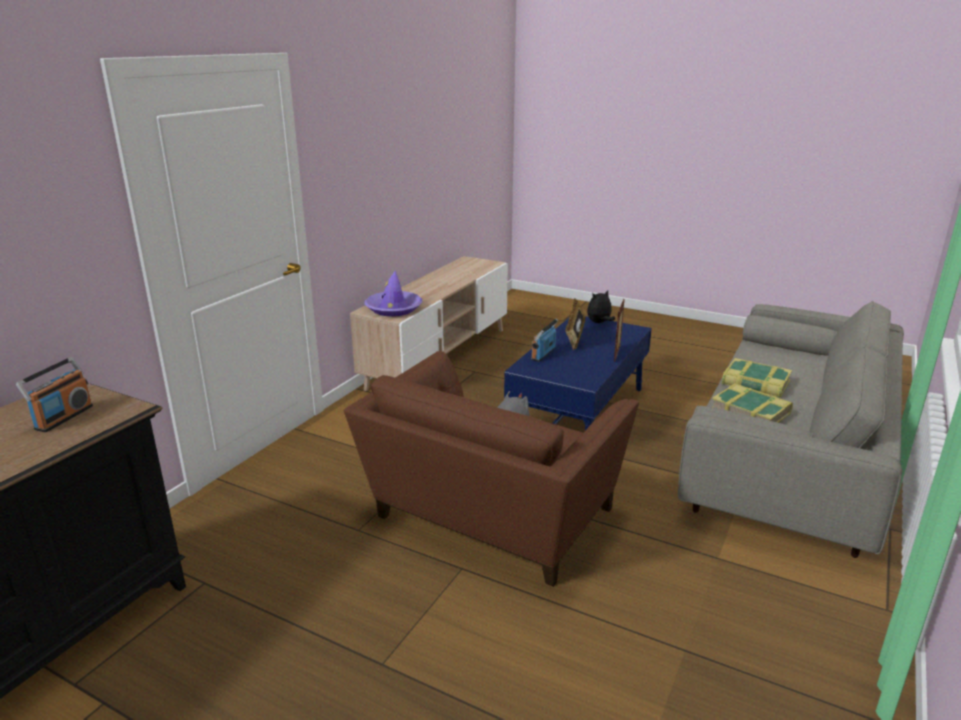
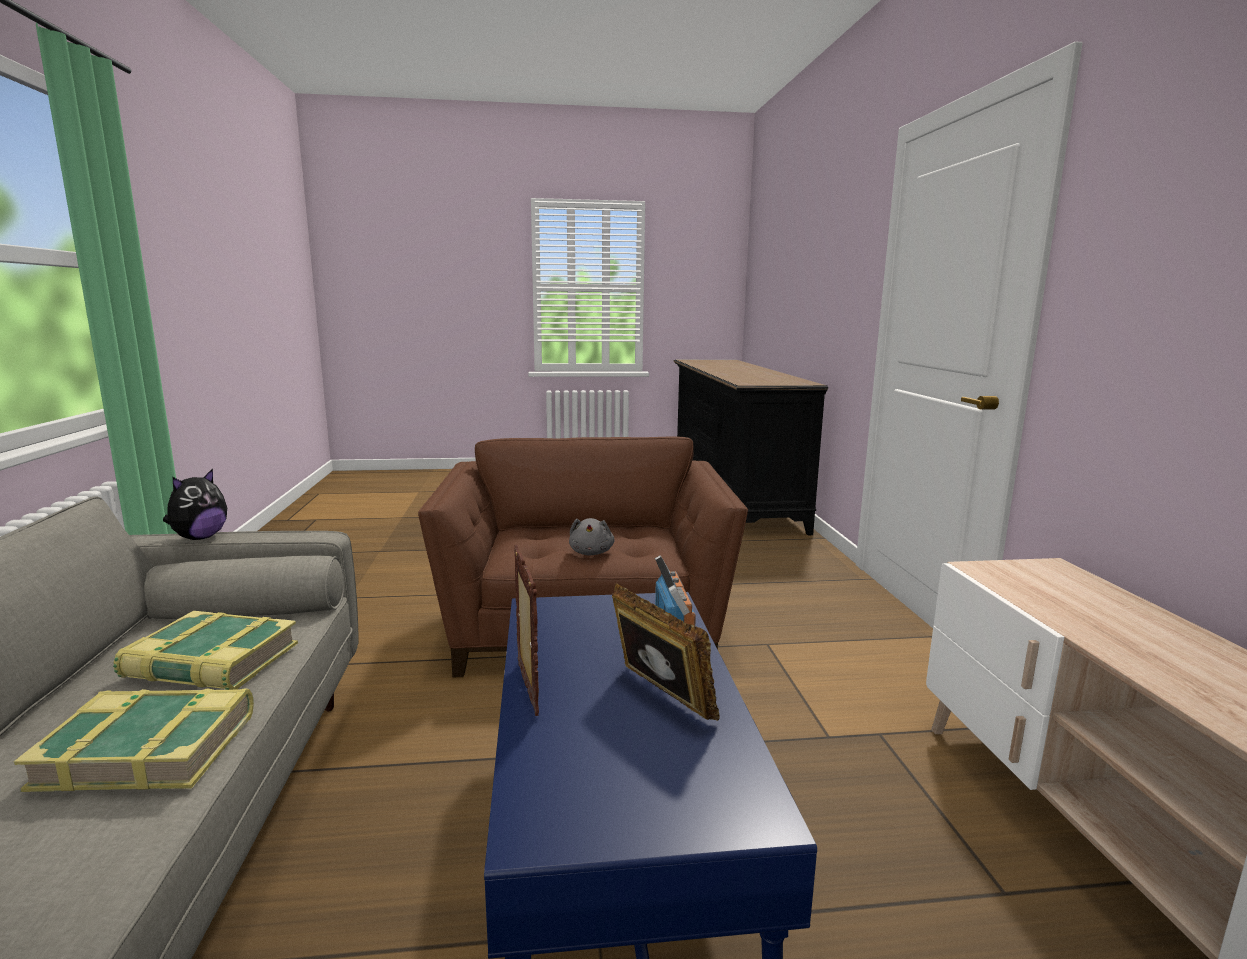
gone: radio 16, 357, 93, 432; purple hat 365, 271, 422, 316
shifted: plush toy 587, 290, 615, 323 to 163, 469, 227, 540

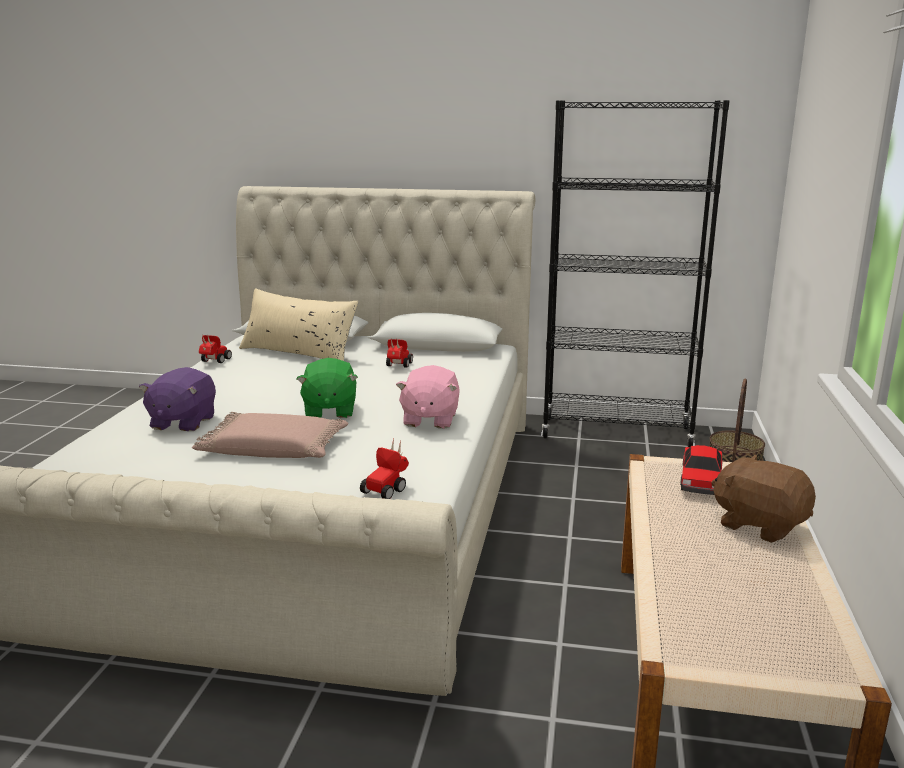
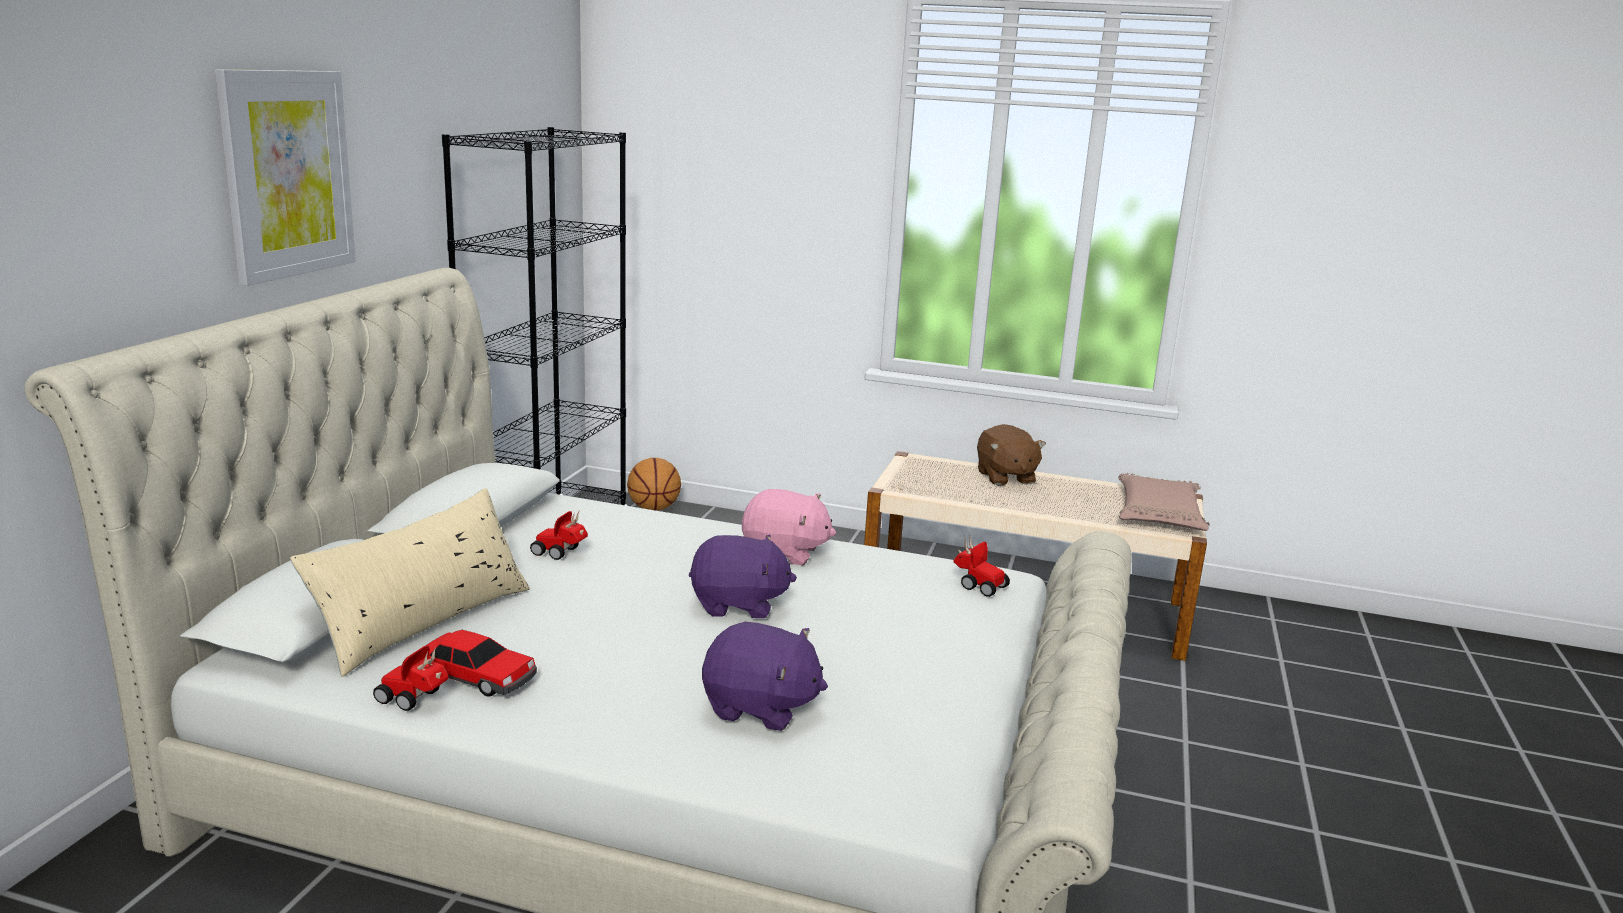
new: picture 215, 69, 356, 286
shifted: beige pillow 192, 412, 349, 458 to 1119, 473, 1210, 531; toy car 680, 445, 722, 495 to 425, 630, 537, 696
swapped: basket 709, 378, 765, 462 to basketball 627, 458, 681, 511
repainted: green plush toy 296, 358, 358, 418 to purple plush toy 689, 535, 797, 618
rotated: brown plush toy 712, 454, 816, 543 = 977, 424, 1046, 485 60 degrees counterclockwise

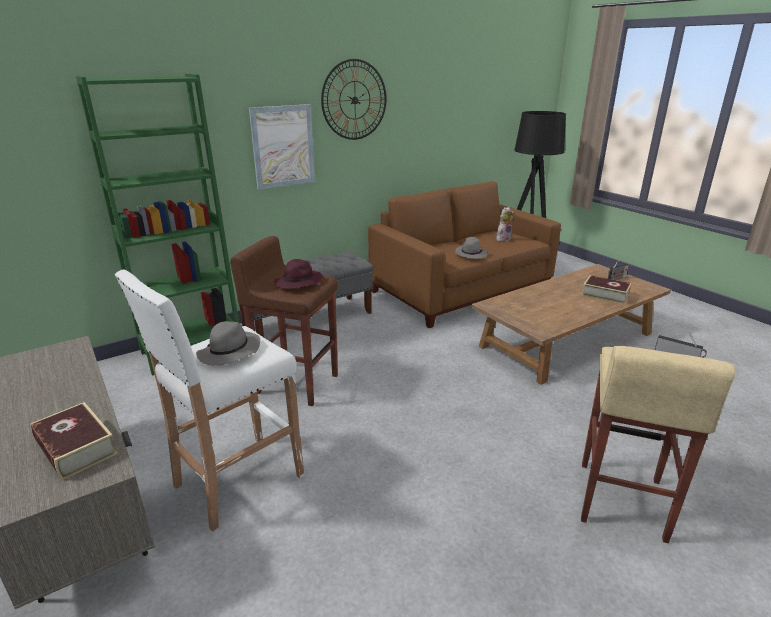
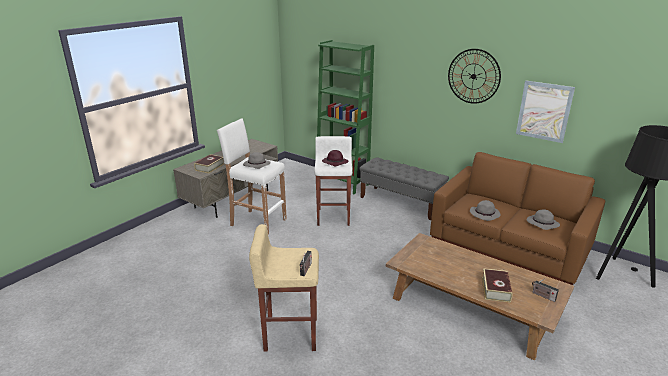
shifted: picture 249, 104, 315, 190 to 516, 81, 575, 143
swapped: plush toy 496, 207, 515, 242 to grey hat 527, 209, 560, 230
repainted: brown stool 230, 236, 338, 406 to white stool 314, 136, 352, 226

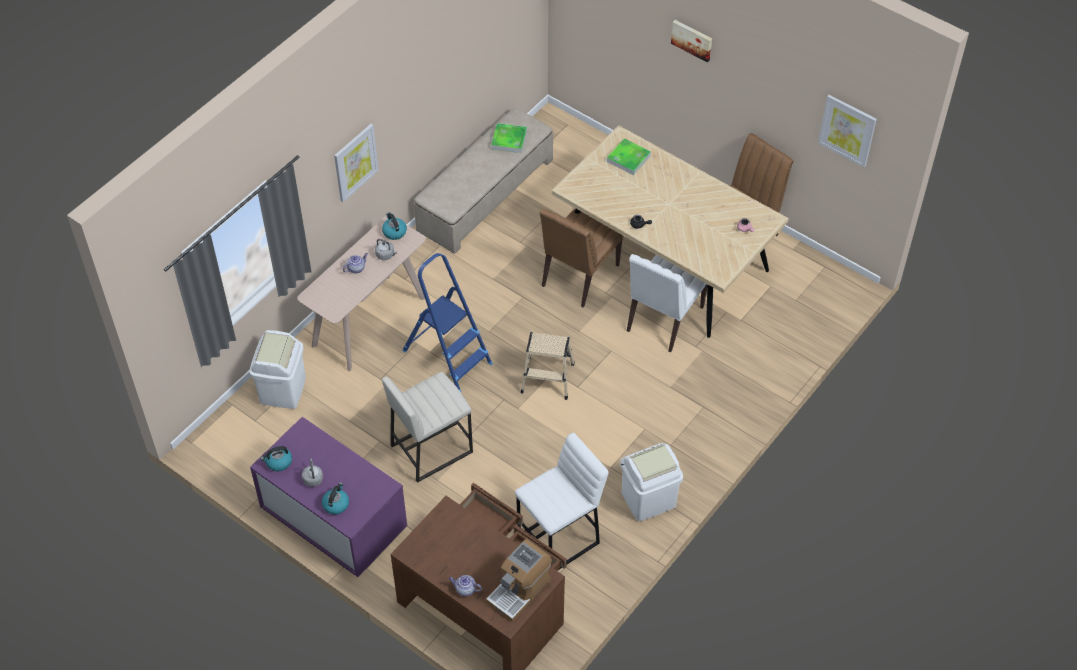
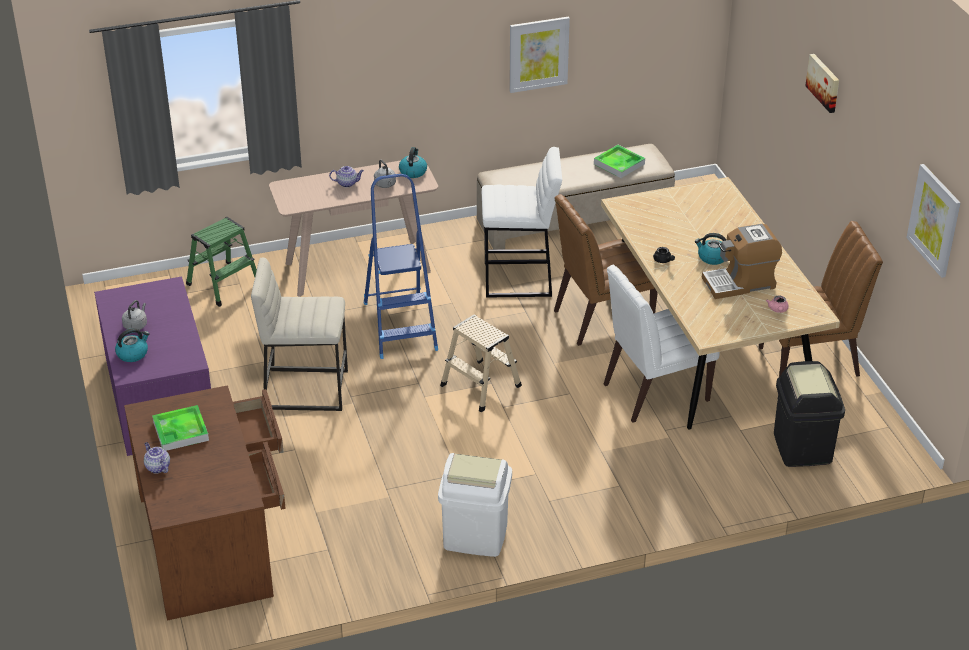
new: black trash can 774, 361, 845, 467
shifted: kettle 260, 446, 292, 471 to 695, 233, 726, 265; picture 334, 124, 379, 202 to 509, 17, 570, 93; coffee machine 486, 539, 552, 622 to 701, 224, 782, 299; white stool 515, 433, 609, 571 to 482, 147, 562, 298; tray 607, 139, 651, 175 to 152, 405, 209, 451
swapped: white trash can 249, 330, 306, 409 to green step ladder 186, 217, 257, 307

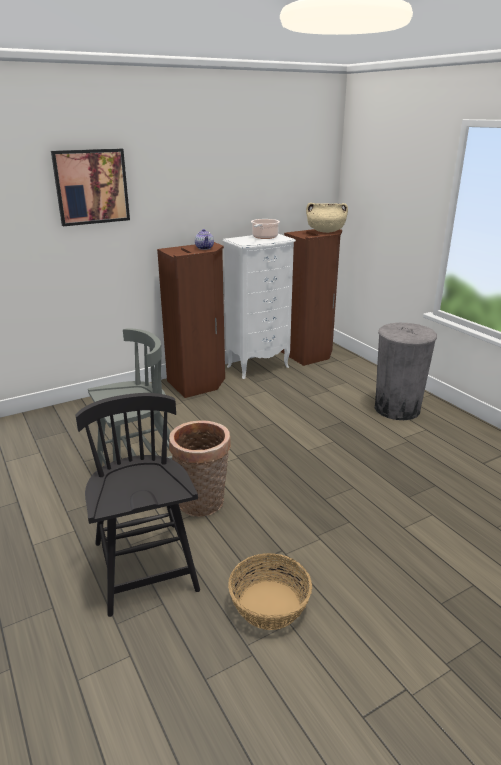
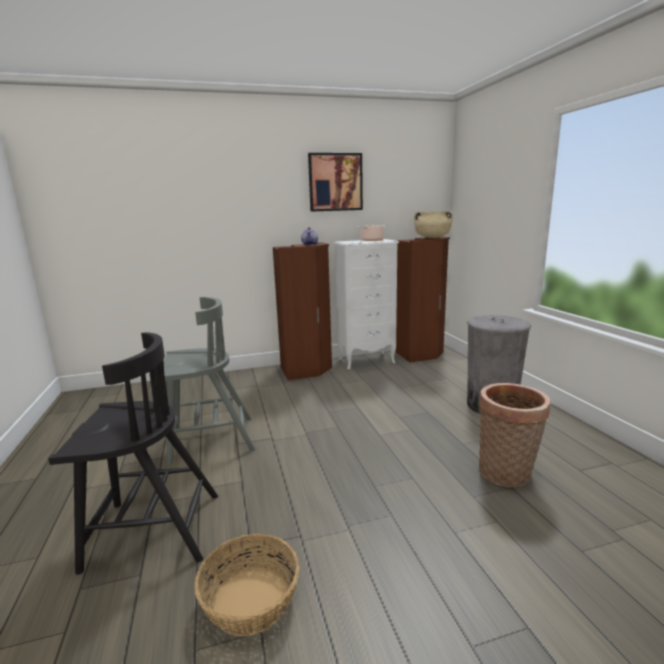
shifted: picture 51, 148, 130, 226 to 308, 153, 363, 212; basket 169, 420, 231, 517 to 479, 383, 551, 487
rotated: black chair 75, 393, 200, 617 = 48, 332, 218, 575 90 degrees clockwise

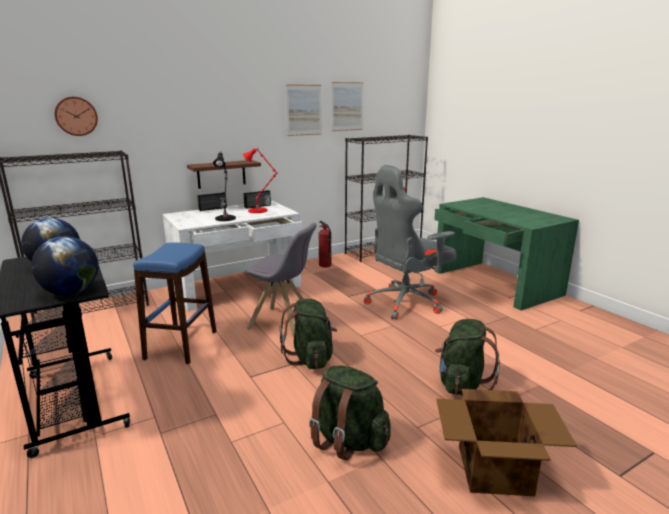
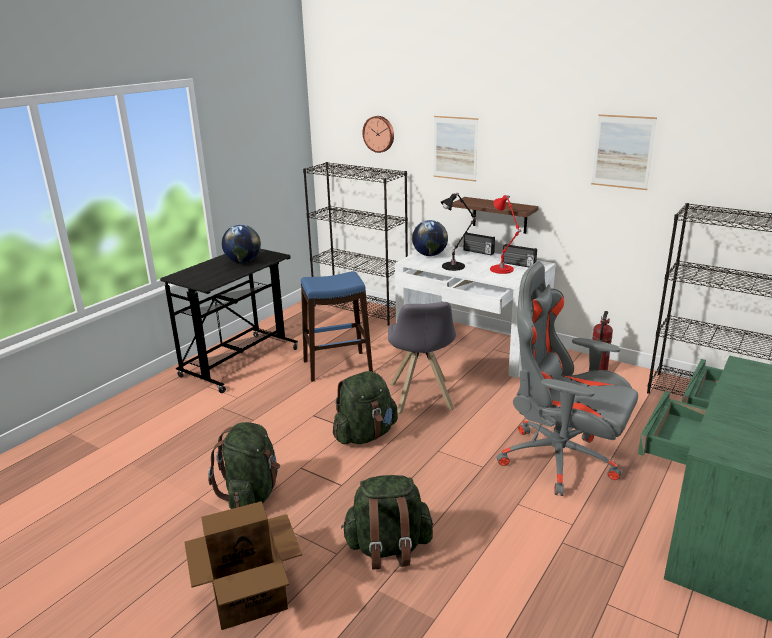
shifted: globe 31, 237, 99, 295 to 412, 220, 448, 256; picture 332, 82, 364, 131 to 434, 116, 478, 182

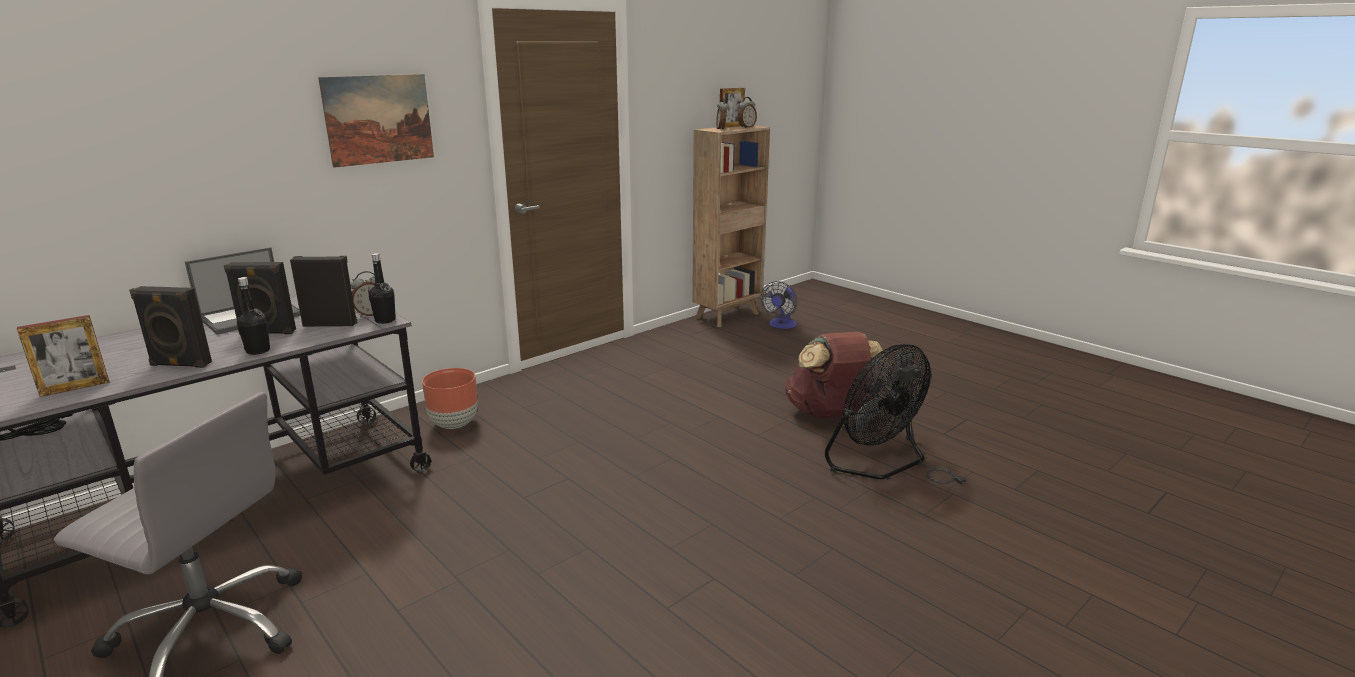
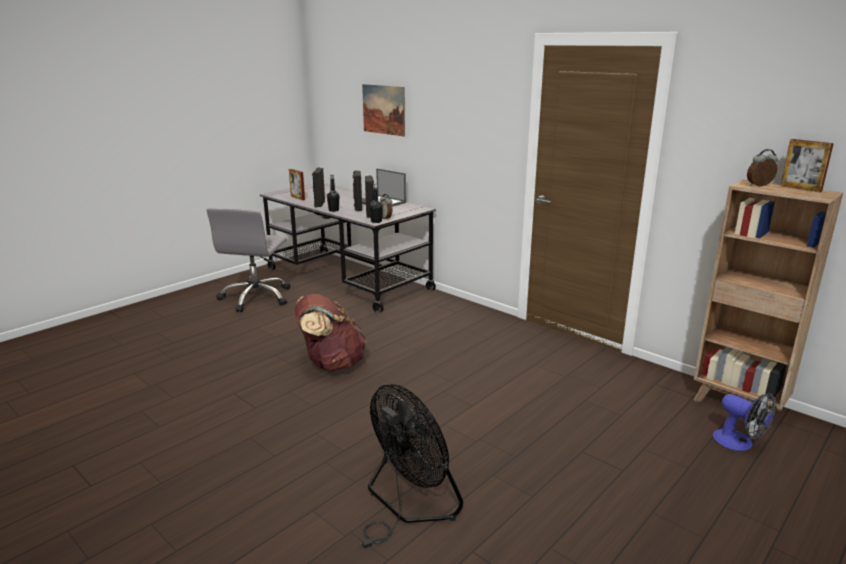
gone: brown planter 422, 368, 478, 429; alarm clock 738, 97, 757, 128
shifted: picture 318, 74, 434, 168 to 362, 84, 405, 137; brown backpack 785, 332, 889, 418 to 294, 294, 366, 371
rotated: fan 761, 281, 797, 329 = 713, 393, 777, 451 150 degrees counterclockwise

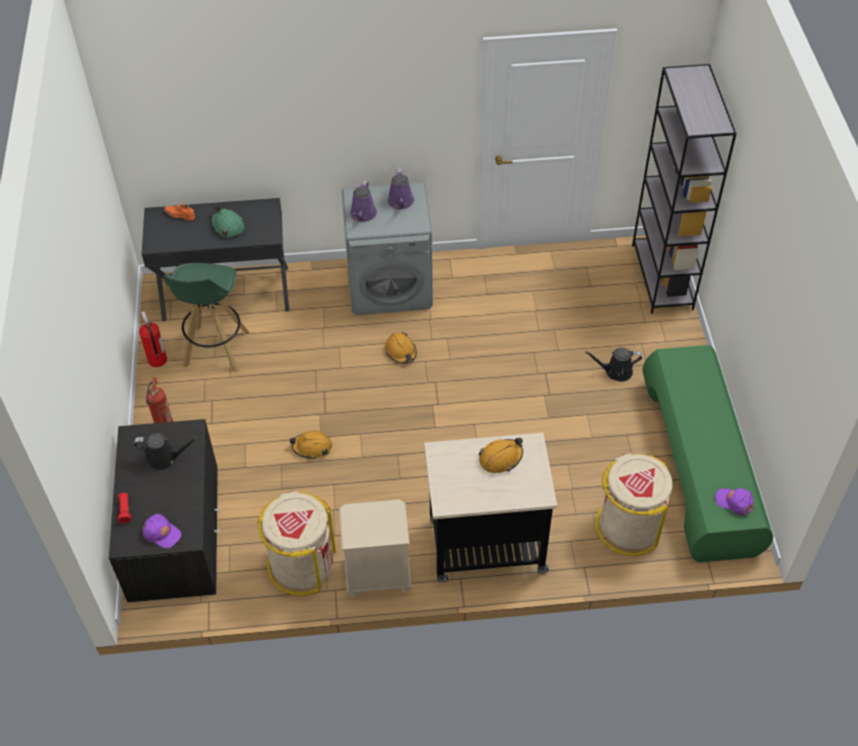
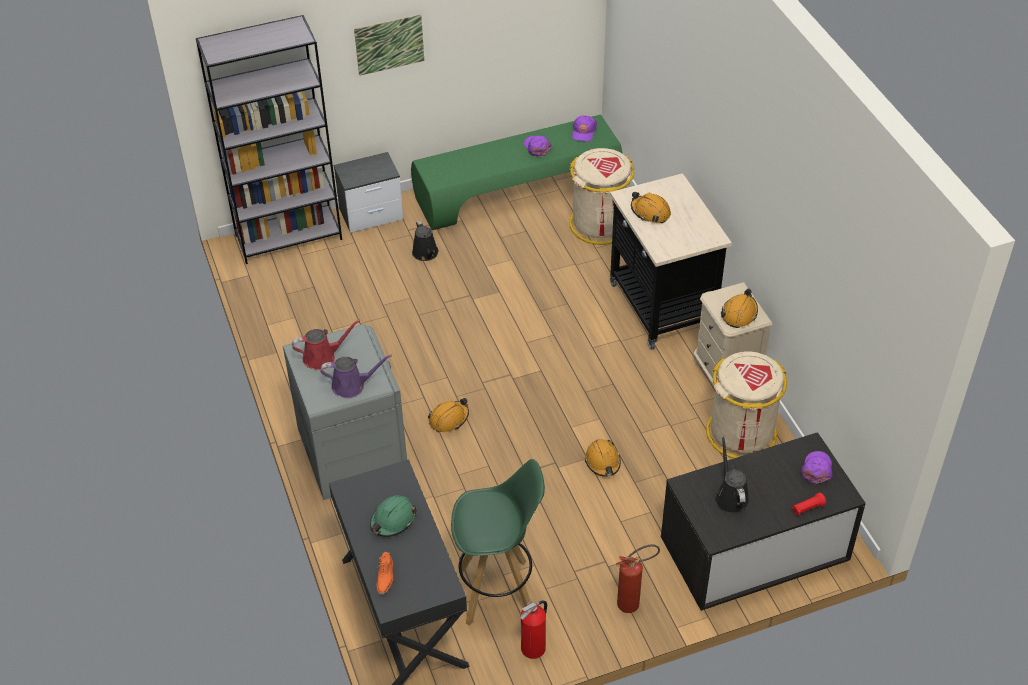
new: nightstand 334, 152, 403, 233; picture 354, 14, 424, 76; purple cap 524, 136, 552, 157; orange hard hat 721, 289, 758, 328
repainted: purple watering can 388, 168, 414, 209 to red watering can 292, 319, 360, 370

